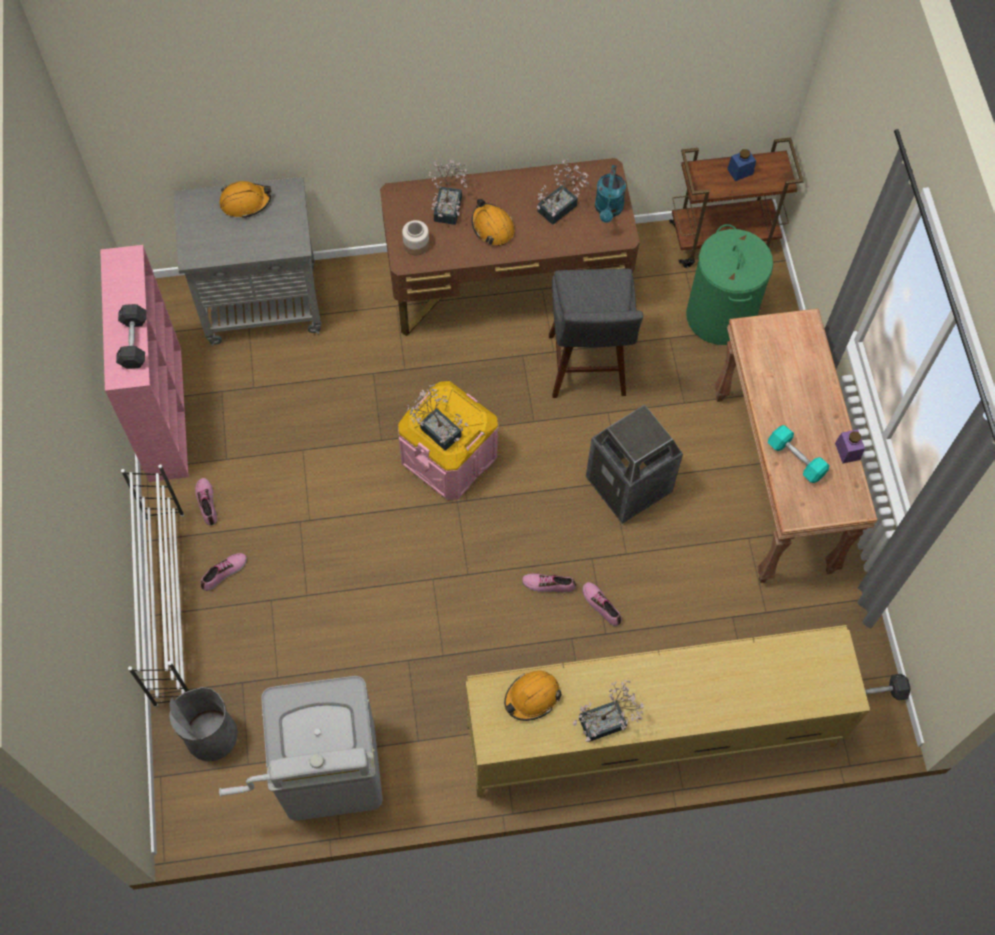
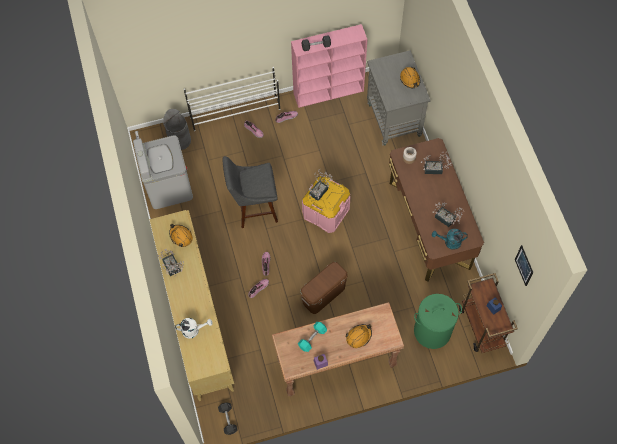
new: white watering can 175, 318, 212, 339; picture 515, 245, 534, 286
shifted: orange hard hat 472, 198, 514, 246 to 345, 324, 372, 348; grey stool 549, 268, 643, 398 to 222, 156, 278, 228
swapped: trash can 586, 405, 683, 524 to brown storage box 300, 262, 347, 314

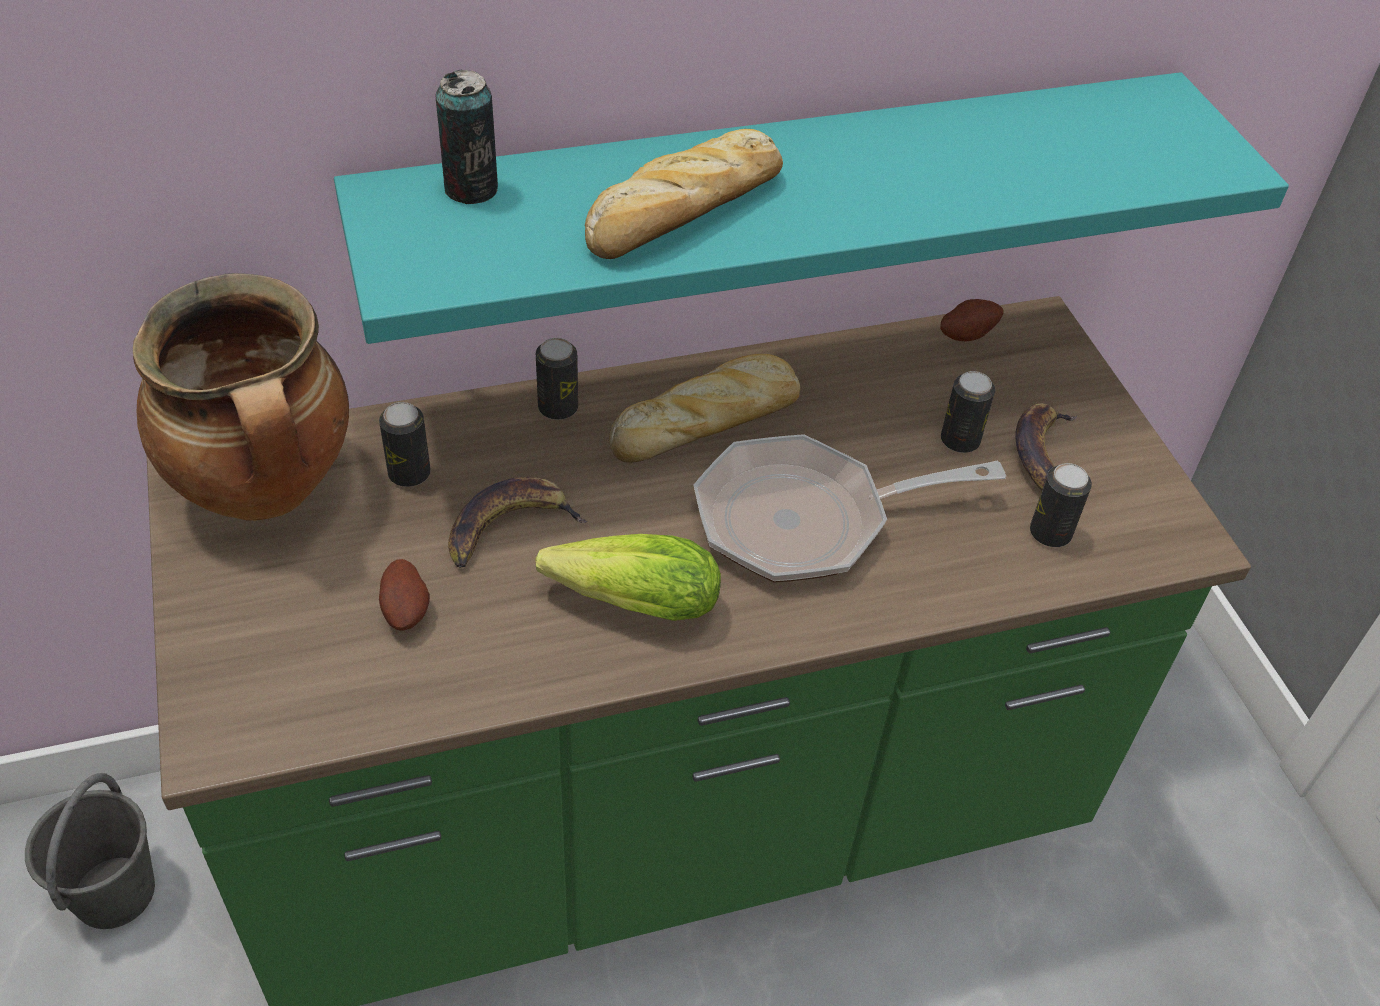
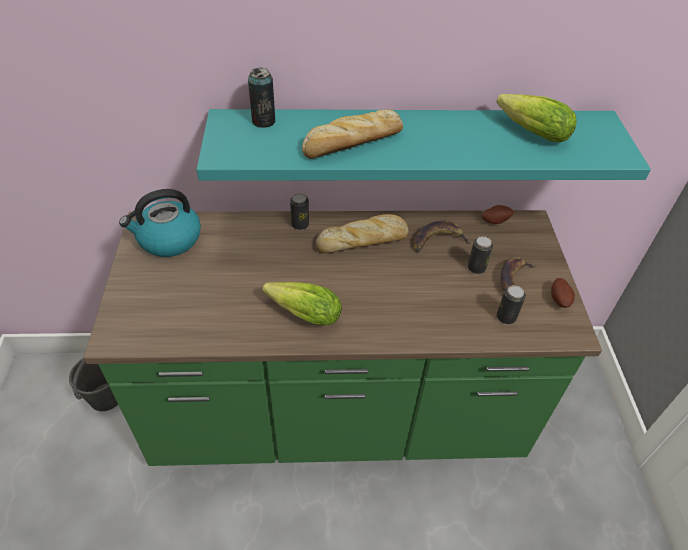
gone: can 379, 402, 430, 487; frying pan 694, 434, 1006, 582
new: lettuce 497, 94, 577, 142
shifted: potato 379, 559, 430, 631 to 551, 278, 575, 308; banana 448, 477, 588, 568 to 413, 221, 471, 252
swapped: cooking pot 133, 273, 349, 521 to kettle 119, 189, 201, 257

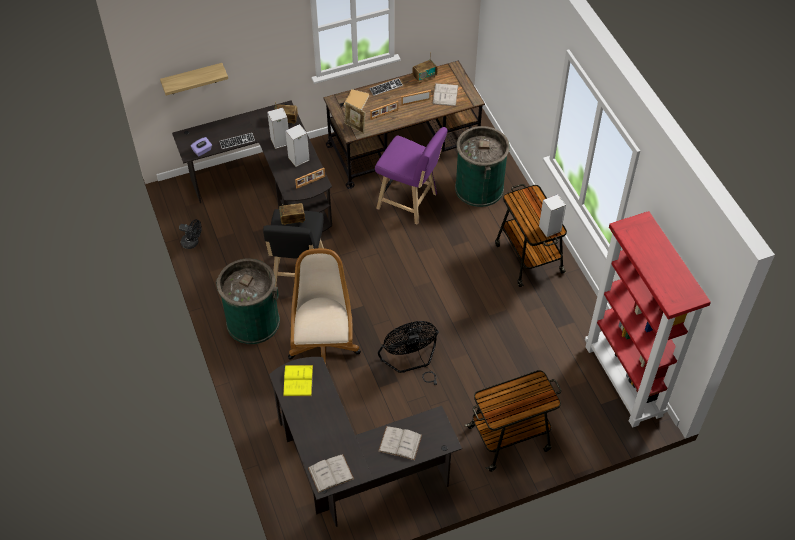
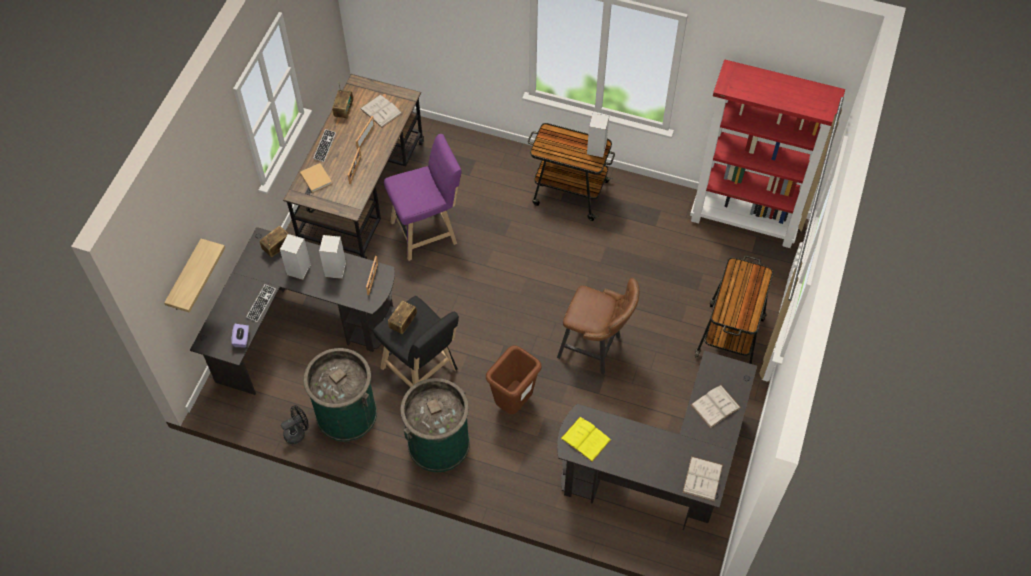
gone: picture frame 344, 102, 366, 134
shifted: green trash can 455, 126, 510, 207 to 304, 348, 377, 442
swapped: office chair 288, 248, 361, 364 to brown trash can 486, 345, 541, 414; black fan 378, 321, 439, 385 to brown stool 557, 278, 639, 375

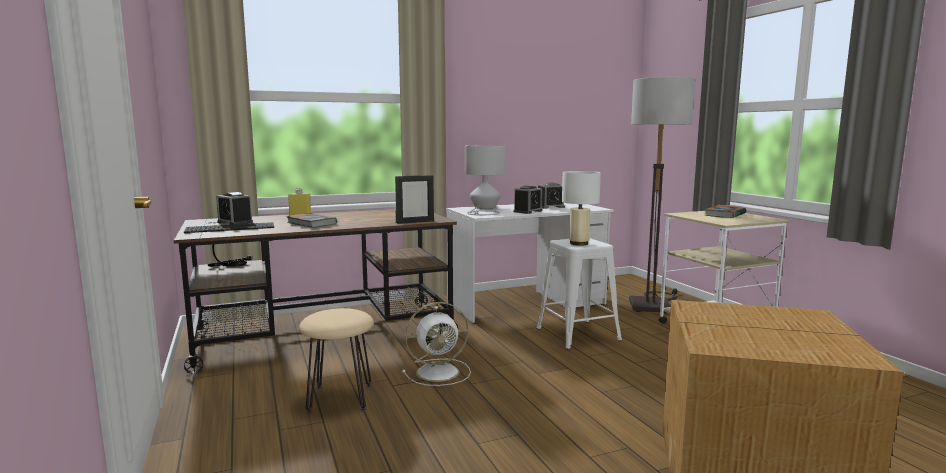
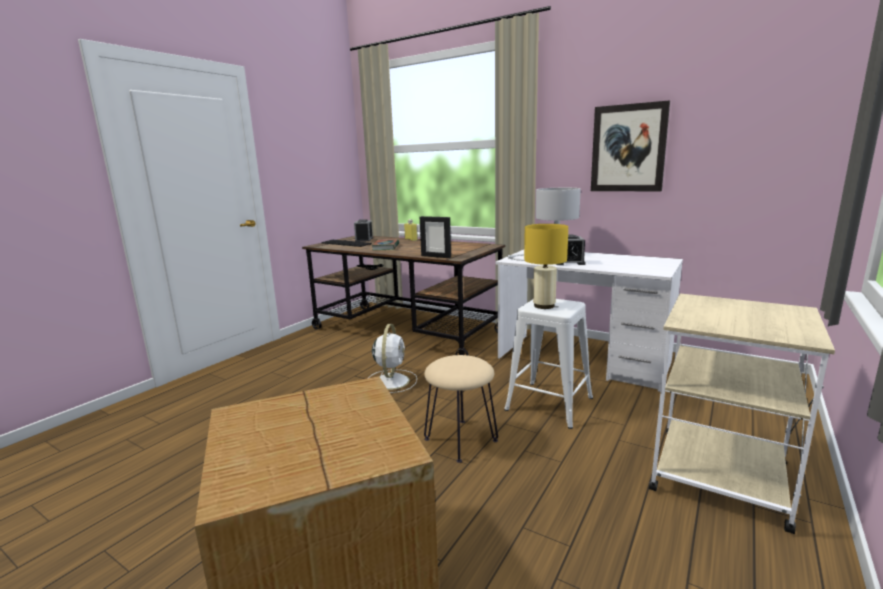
gone: alarm clock 538, 182, 565, 209; floor lamp 629, 77, 695, 313; book 704, 205, 746, 218
new: picture 591, 100, 670, 191
shifted: beige stool 299, 308, 374, 413 to 424, 355, 498, 463
repainted: white table lamp 562, 171, 601, 246 to yellow table lamp 524, 224, 568, 309
rotated: white fan 402, 302, 471, 386 = 368, 324, 417, 393 120 degrees counterclockwise

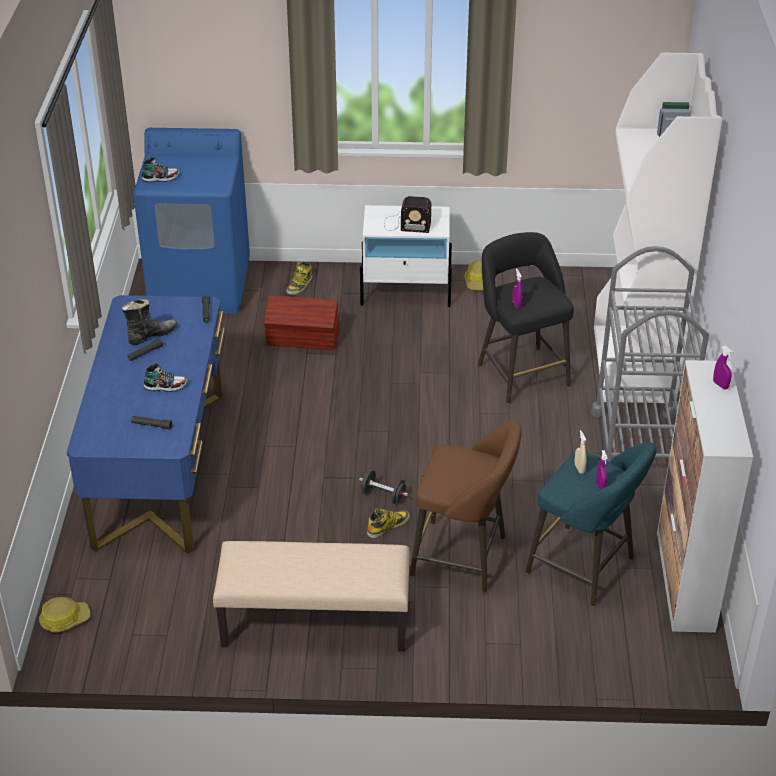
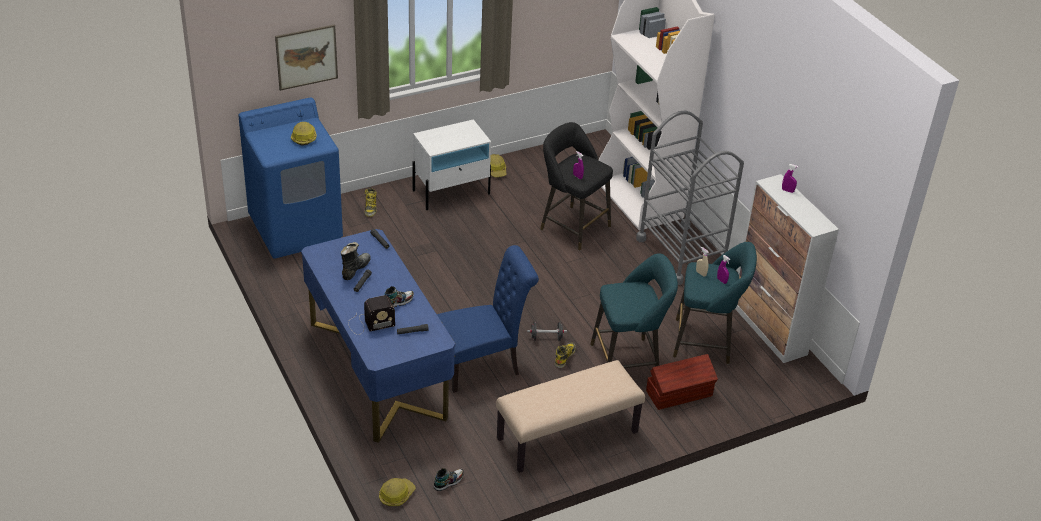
new: picture 275, 25, 338, 91; hard hat 291, 122, 316, 146; blue chair 437, 245, 539, 393
shifted: shoe 142, 157, 179, 182 to 433, 468, 464, 491; brown storage box 264, 295, 339, 350 to 646, 354, 718, 410; radio 384, 196, 431, 233 to 348, 295, 395, 335
repainted: brown stool 410, 421, 522, 593 to turquoise stool 590, 254, 678, 368

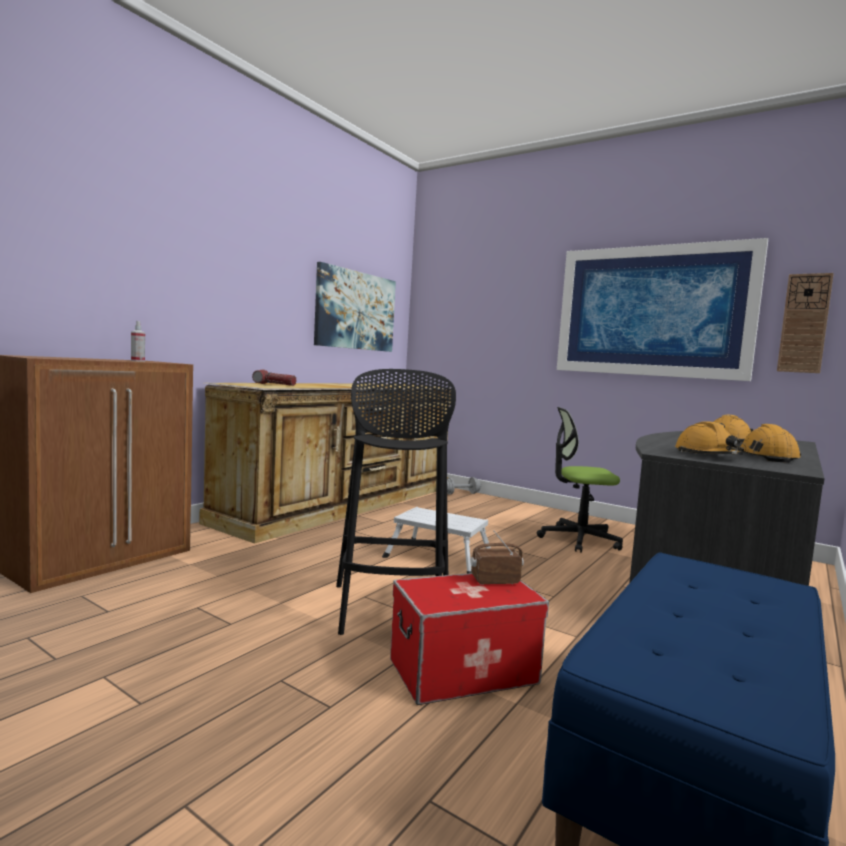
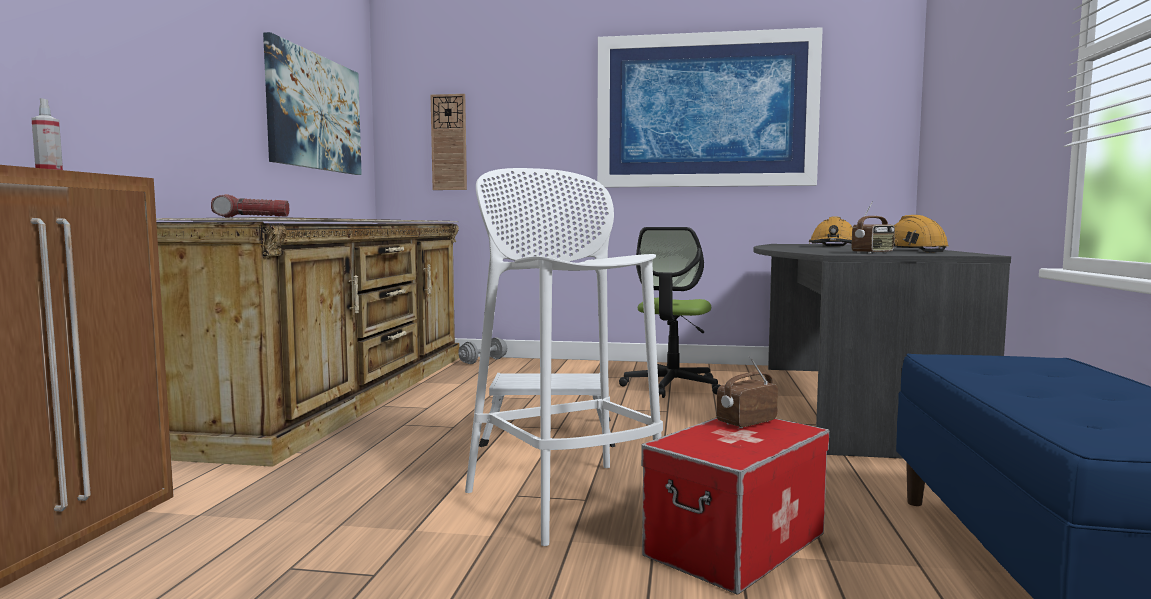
shifted: wall clock 777, 273, 834, 373 to 431, 94, 467, 190
swapped: orange hard hat 675, 421, 743, 455 to radio 852, 201, 895, 253
repainted: black stool 336, 369, 456, 635 to white stool 465, 168, 663, 546
rotated: office chair 537, 407, 623, 553 = 619, 227, 721, 398 45 degrees counterclockwise

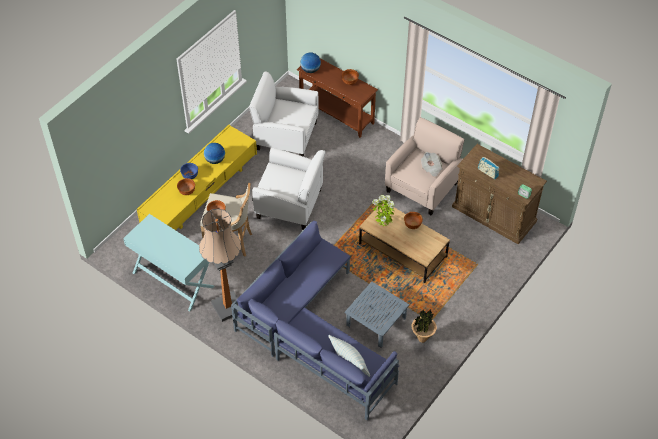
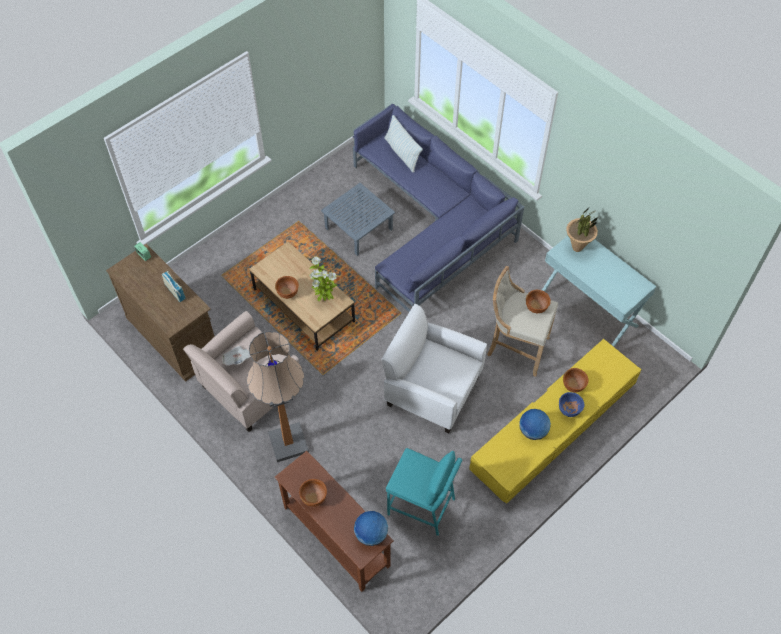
shifted: floor lamp 199, 209, 241, 322 to 247, 331, 309, 462; potted plant 412, 309, 437, 343 to 566, 208, 598, 252
swapped: white armchair 249, 71, 319, 157 to turquoise stool 386, 448, 462, 536

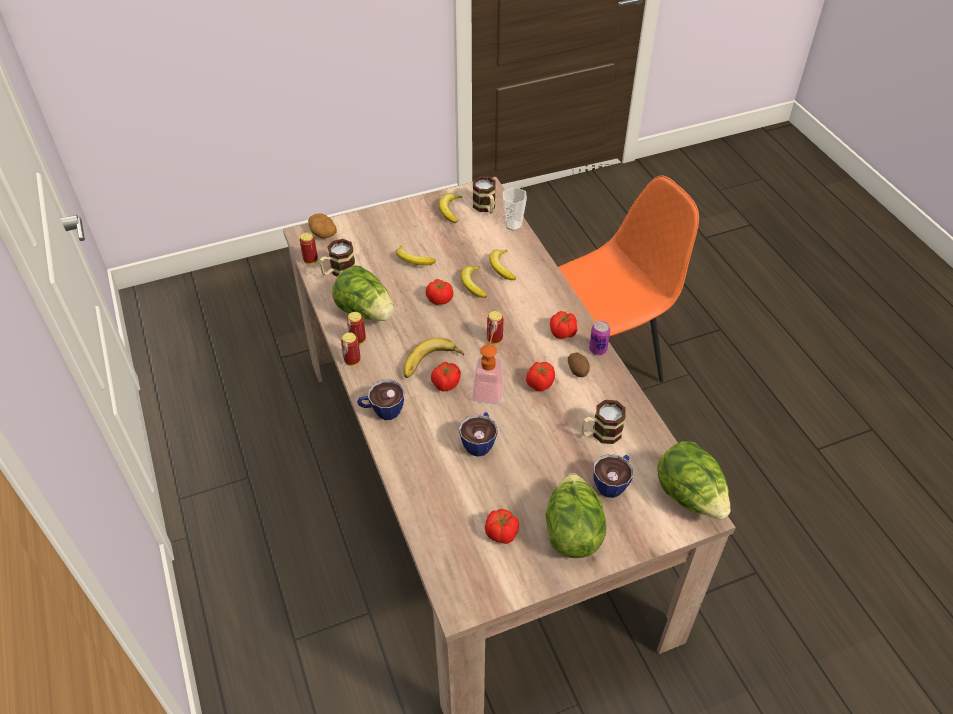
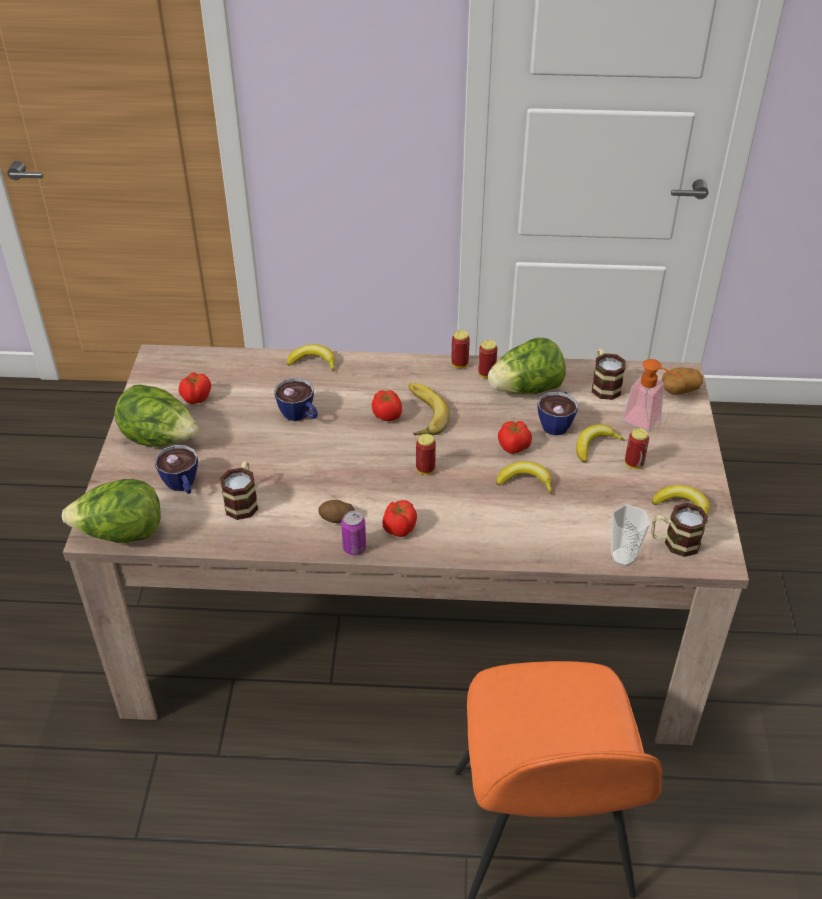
gone: tomato 526, 362, 555, 391
shifted: can 300, 233, 318, 264 to 625, 428, 649, 469; cup 357, 379, 404, 420 to 537, 392, 578, 435; soap dispenser 472, 331, 504, 404 to 623, 359, 681, 431; banana 489, 250, 516, 280 to 287, 344, 335, 372

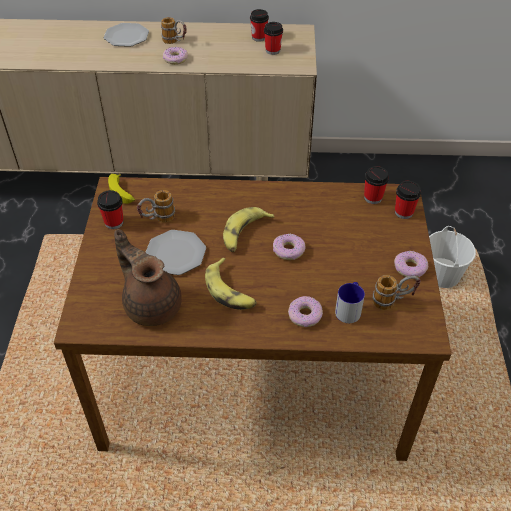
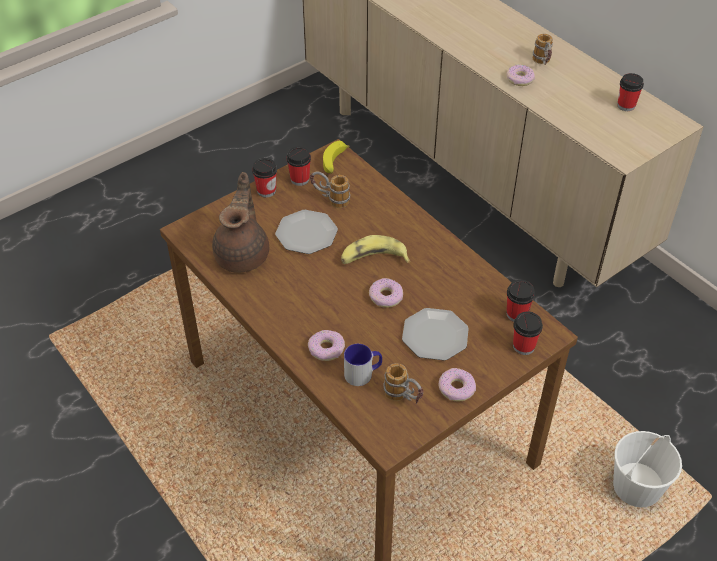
gone: banana 205, 258, 257, 310
shifted: plate 104, 23, 149, 47 to 402, 308, 469, 360; cup 264, 22, 283, 55 to 252, 158, 277, 197

